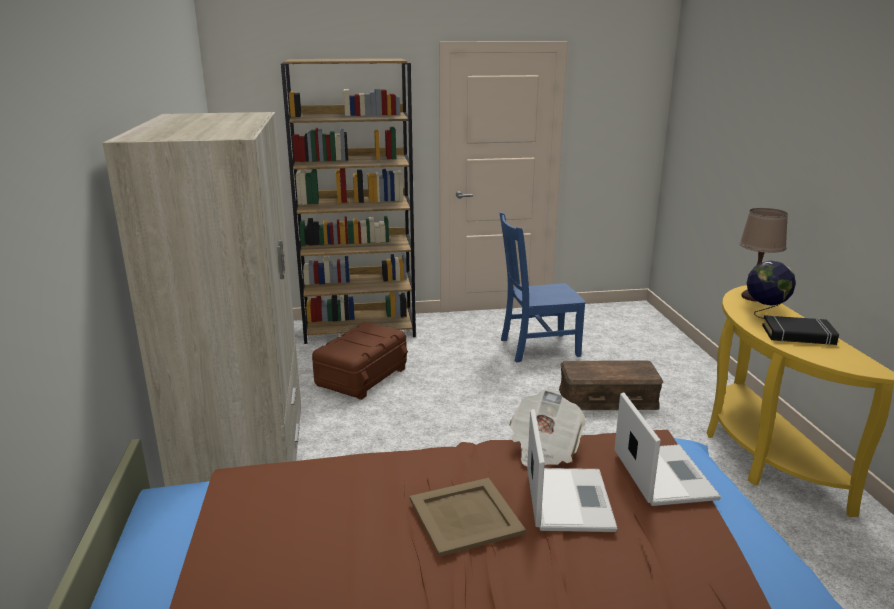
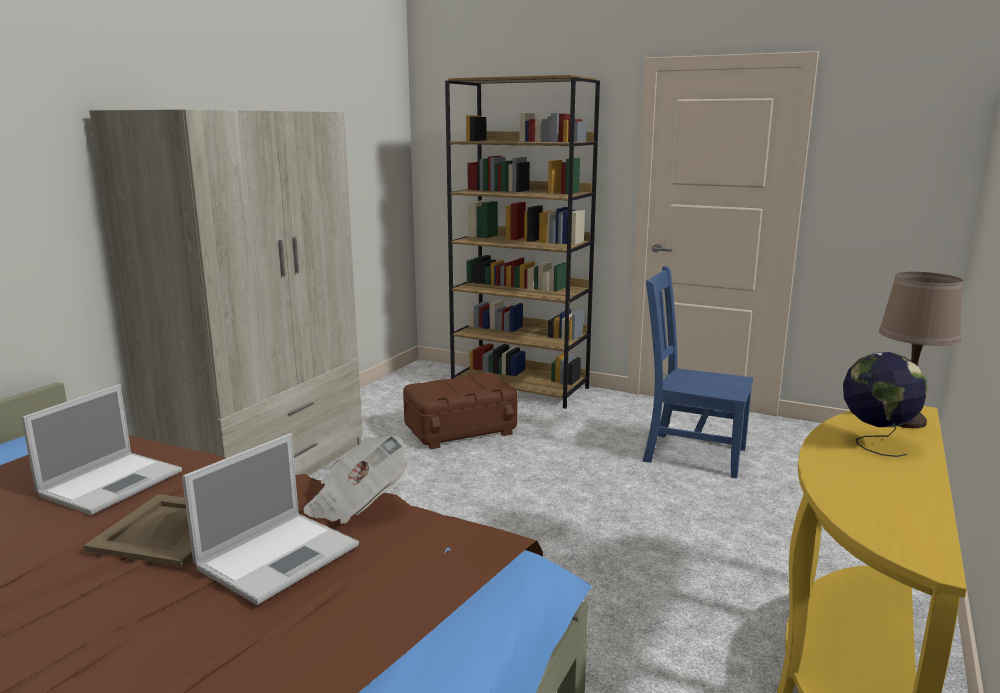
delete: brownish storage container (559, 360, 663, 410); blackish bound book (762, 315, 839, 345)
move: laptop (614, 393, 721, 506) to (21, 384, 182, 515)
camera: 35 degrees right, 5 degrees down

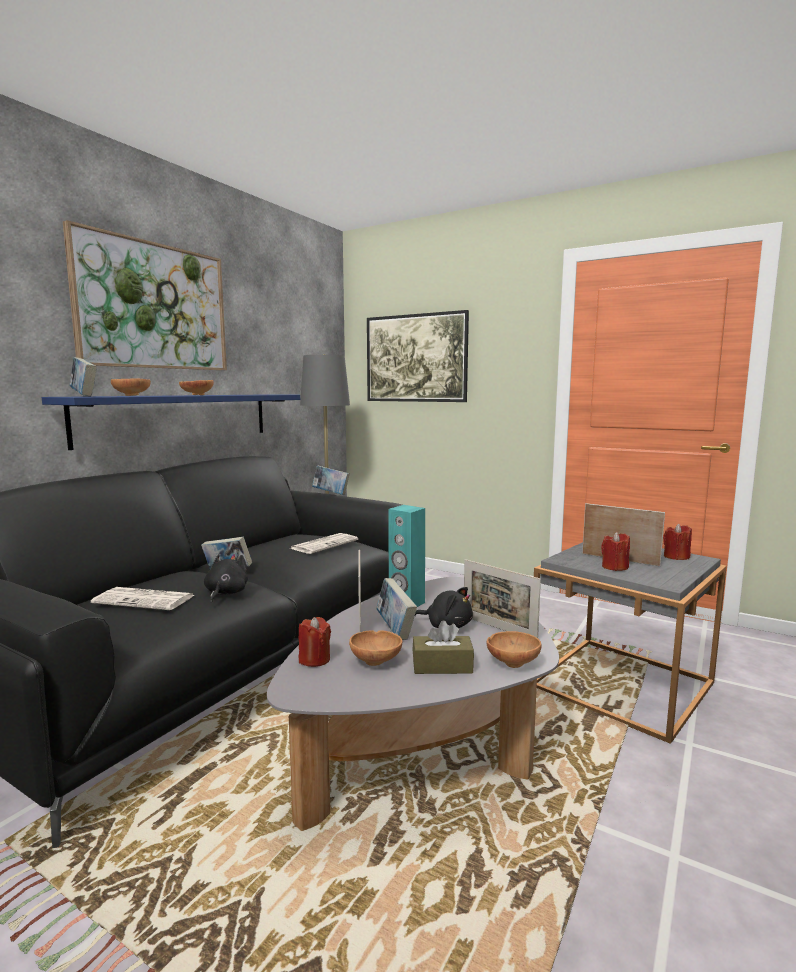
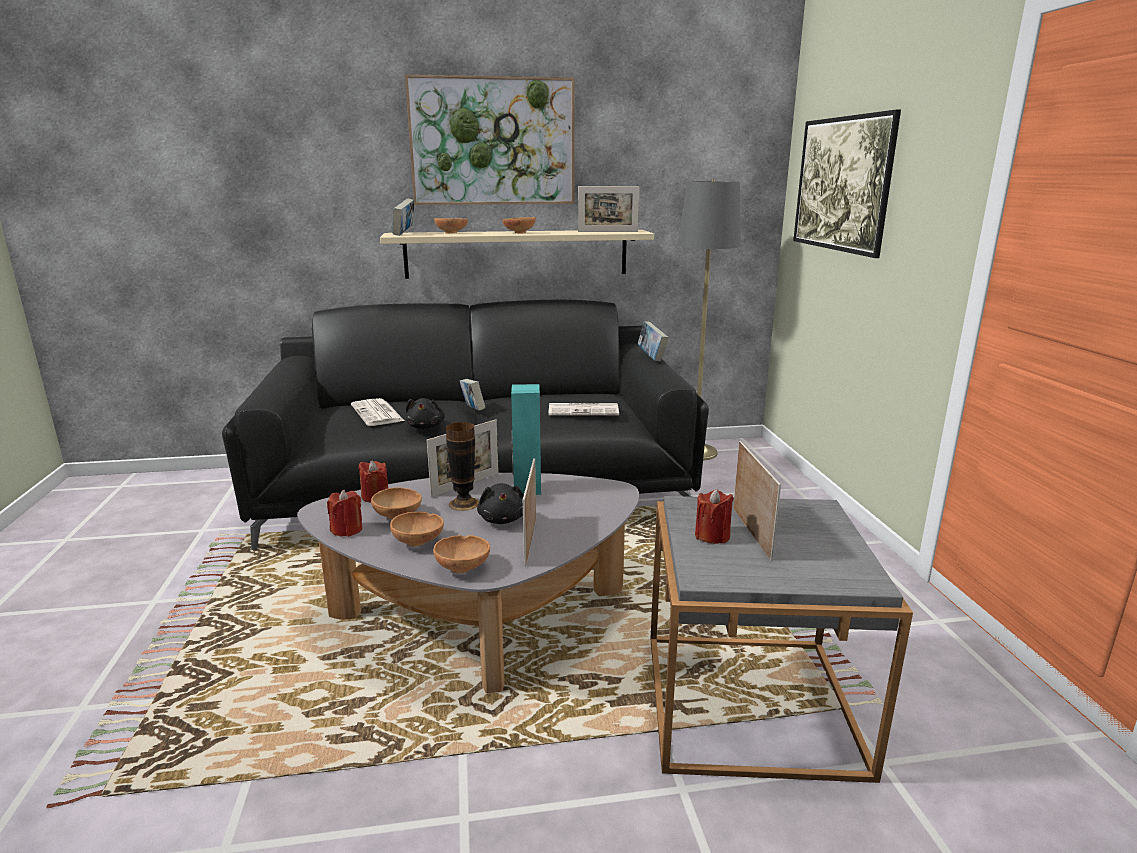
insert: standing frame (578, 186, 640, 232)
move: red wax light (663, 524, 692, 560) to (327, 489, 362, 537)
replace: brownish tissue holder (412, 620, 474, 674) to brownish deep dish (390, 512, 444, 547); bound book (376, 578, 417, 640) to decorative vase (446, 422, 480, 511)
recolor: bluish wall shelf (42, 394, 300, 450) to beige-coloured wall shelf (380, 230, 654, 279)
rotate: blackish plush toy (204, 554, 248, 603) = (406, 398, 445, 429) 120 degrees clockwise
camera: 50 degrees right, 10 degrees up

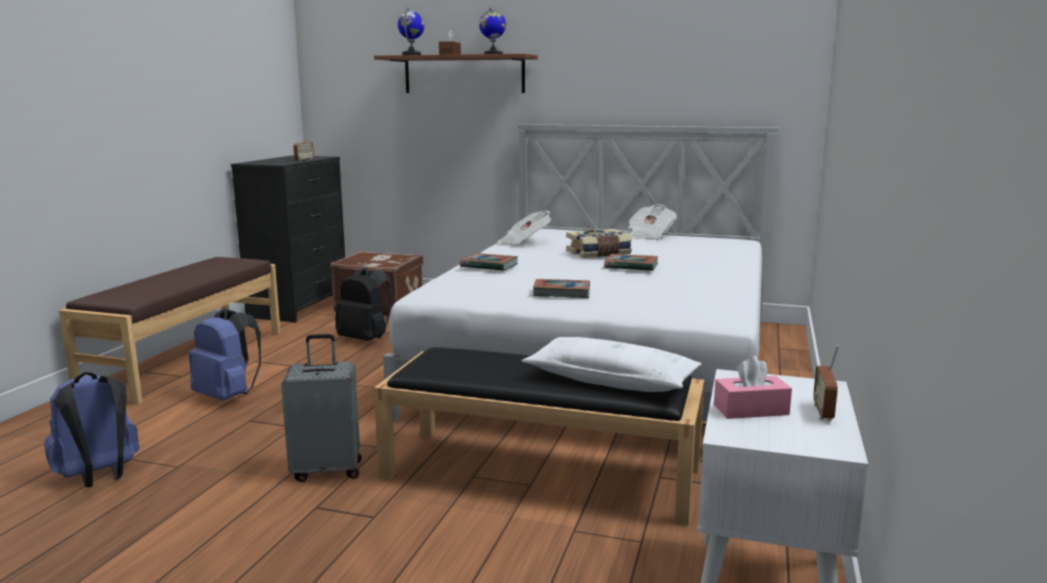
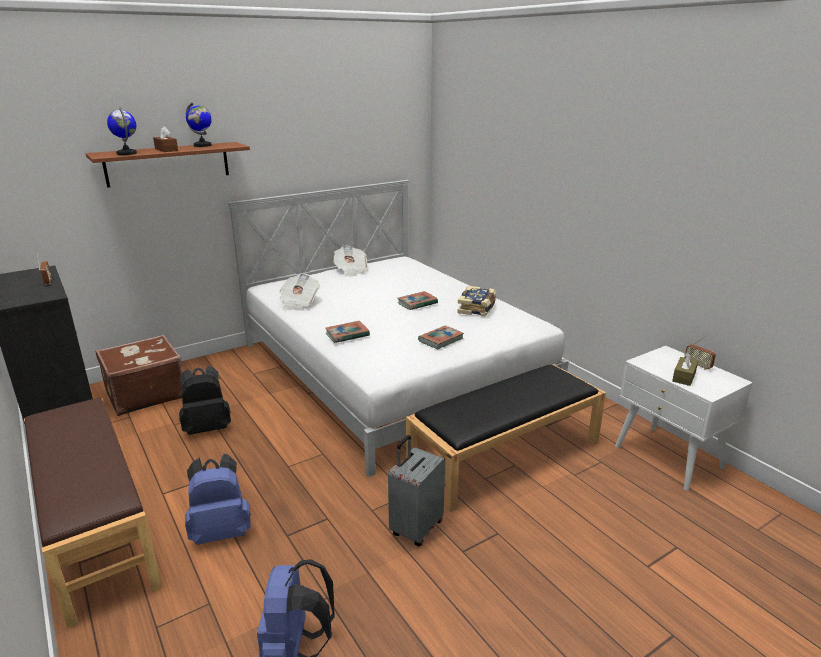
delete: white-coloured cushion (521, 337, 702, 392)
move: bound book (566, 229, 632, 258) to (457, 286, 496, 317)
recolor: pinkish tissue holder (714, 356, 792, 419) to brownish tissue holder (672, 352, 698, 386)
camera: 50 degrees left, 10 degrees up

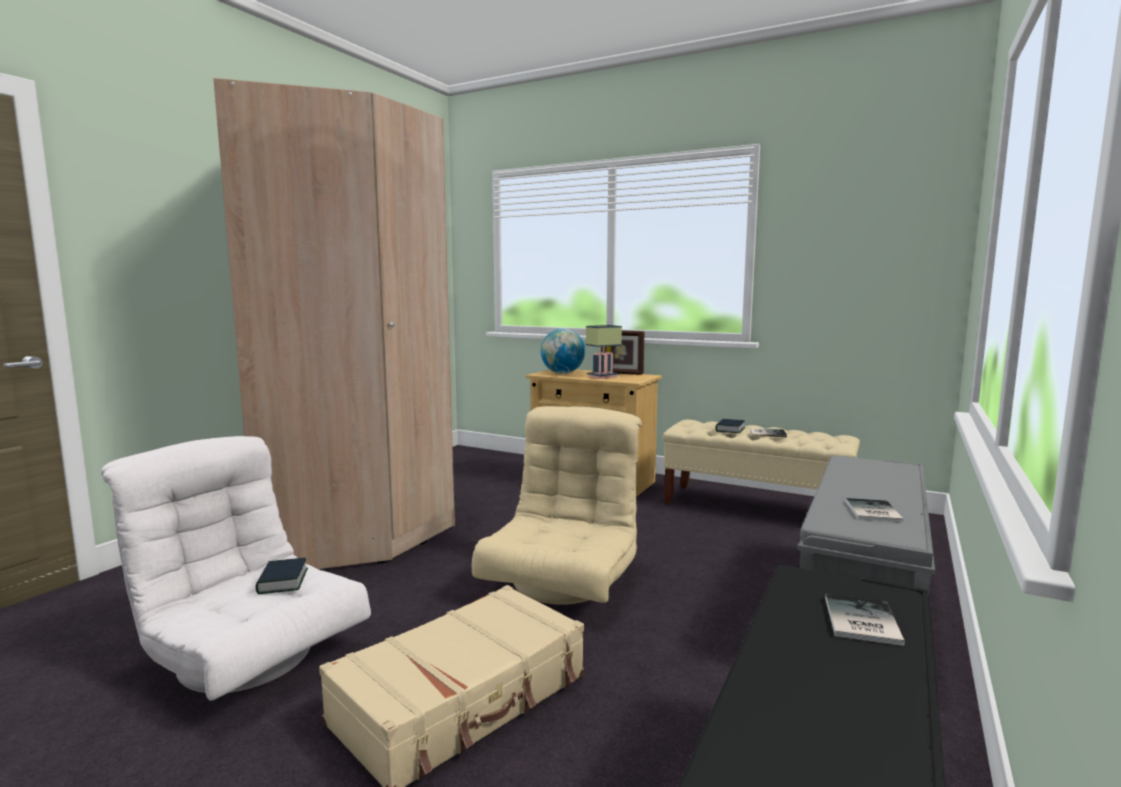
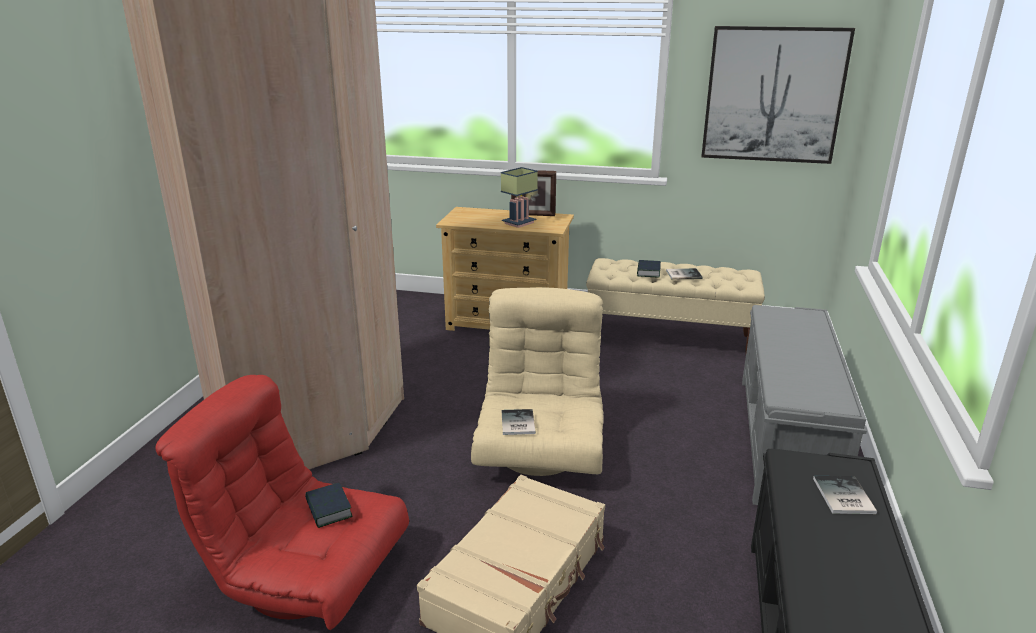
delete: world globe (541, 328, 585, 374)
insert: wall art (701, 26, 855, 164)
move: bound book (846, 498, 904, 522) to (502, 409, 536, 435)
recolor: white-coloured armchair (101, 436, 371, 701) to red armchair (155, 375, 409, 630)
camera: 15 degrees left, 15 degrees up

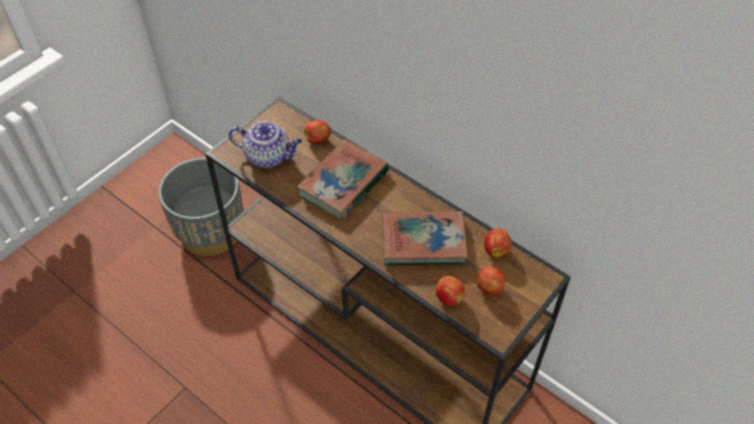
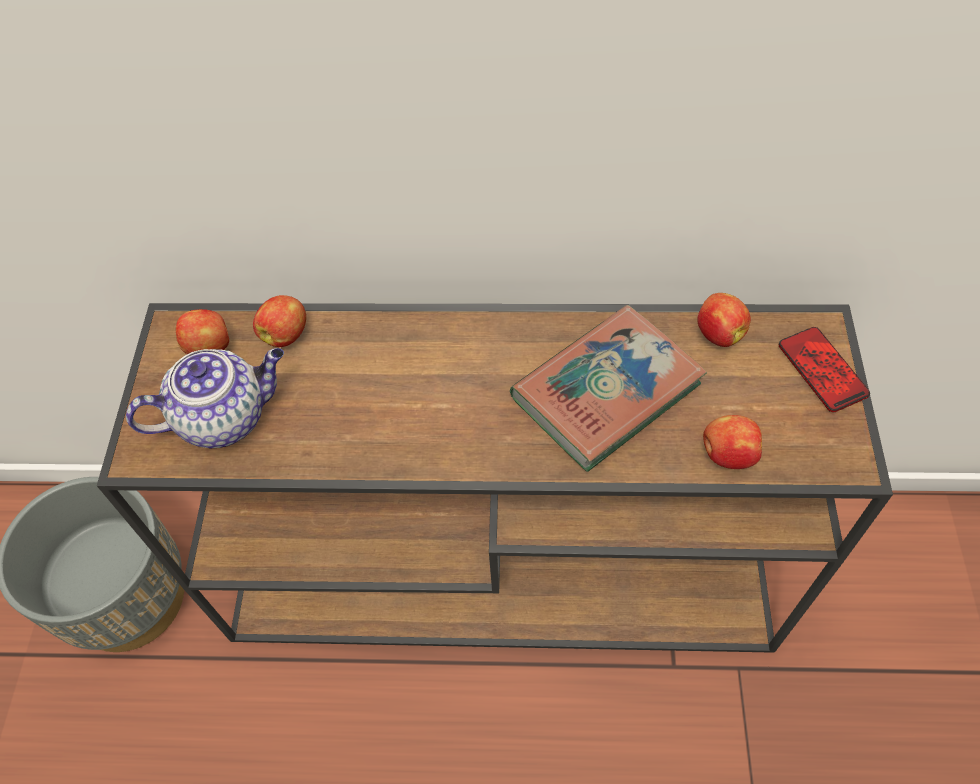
delete: bound book (297, 139, 389, 220)
insert: phone (779, 327, 870, 412)
move: apple fruit (477, 266, 506, 296) to (176, 309, 229, 354)
camera: 35 degrees left, 5 degrees up

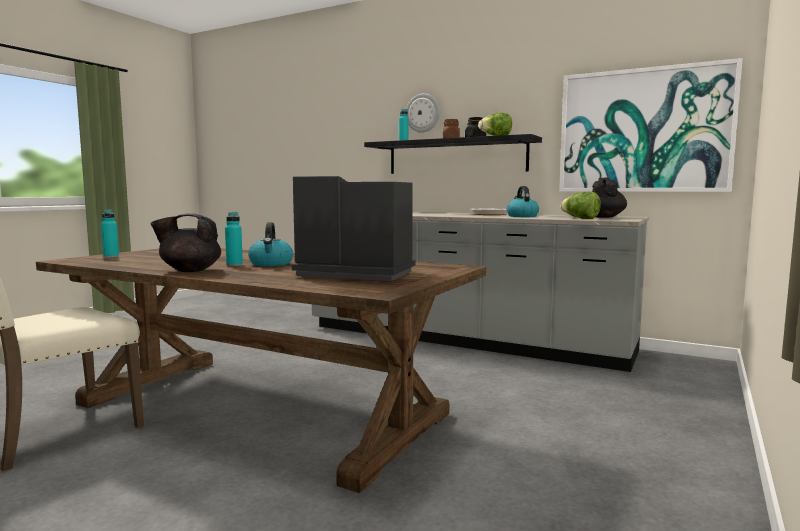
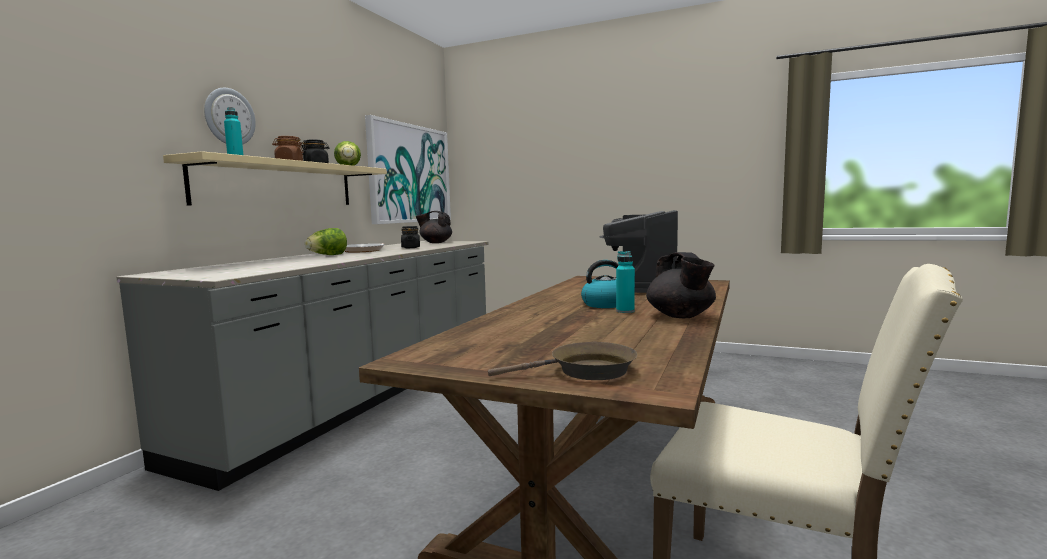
move: lettuce (561, 192, 601, 219) to (305, 228, 347, 255)
replace: water kettle (506, 186, 539, 217) to blackish jar (401, 226, 420, 248); blue-green drink bottle (101, 210, 119, 258) to brownish skillet (488, 342, 638, 380)
recolor: blackish wall shelf (364, 134, 542, 174) to beige-coloured wall shelf (163, 151, 387, 206)
camera: 95 degrees left, 0 degrees up

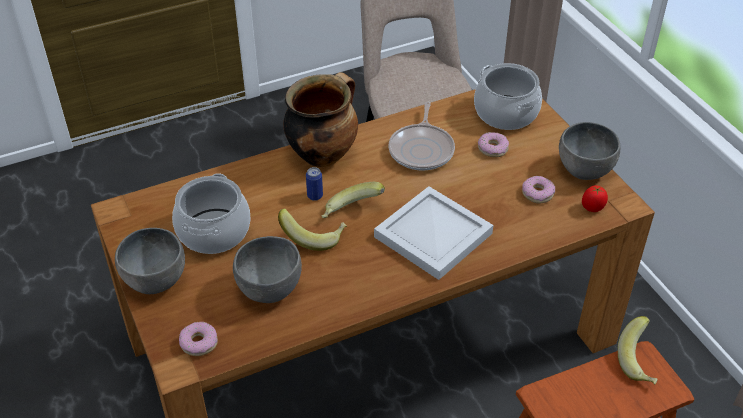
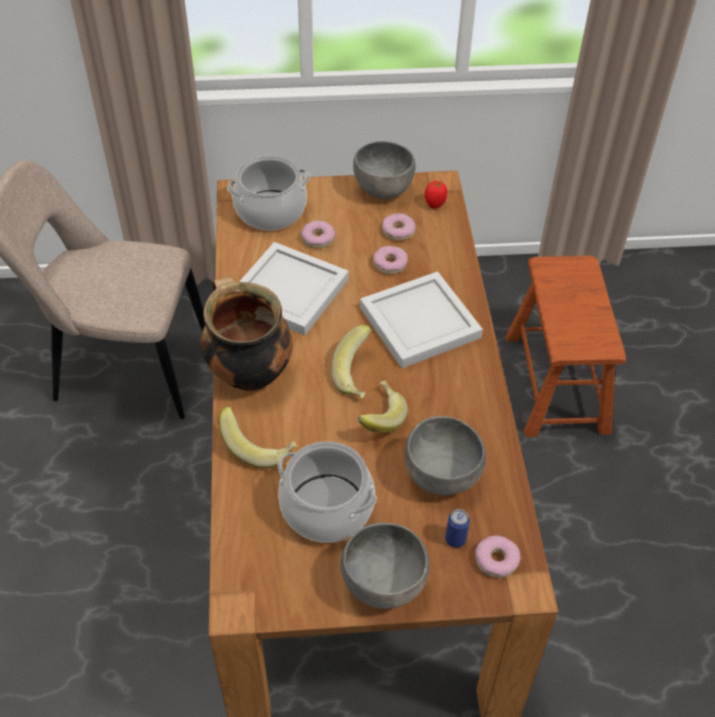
insert: ring doughnut (373, 246, 408, 274)
move: banana fruit (618, 316, 657, 384) to (218, 407, 297, 468); metal can (306, 167, 323, 201) to (445, 509, 470, 548)
replace: skillet (389, 102, 455, 170) to white-coloured carrying tray (239, 242, 349, 336)
camera: 70 degrees left, 5 degrees up

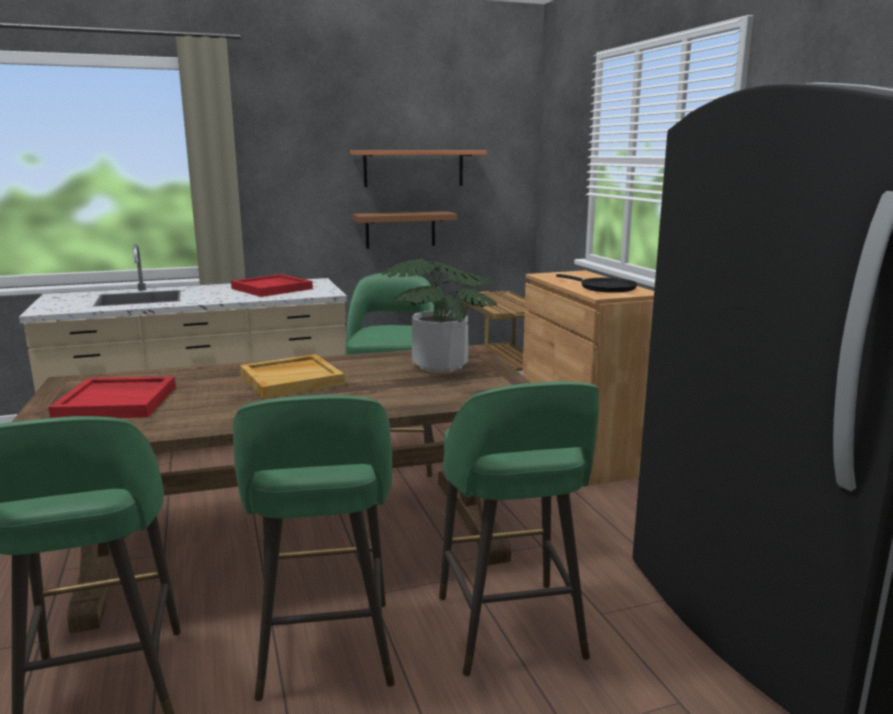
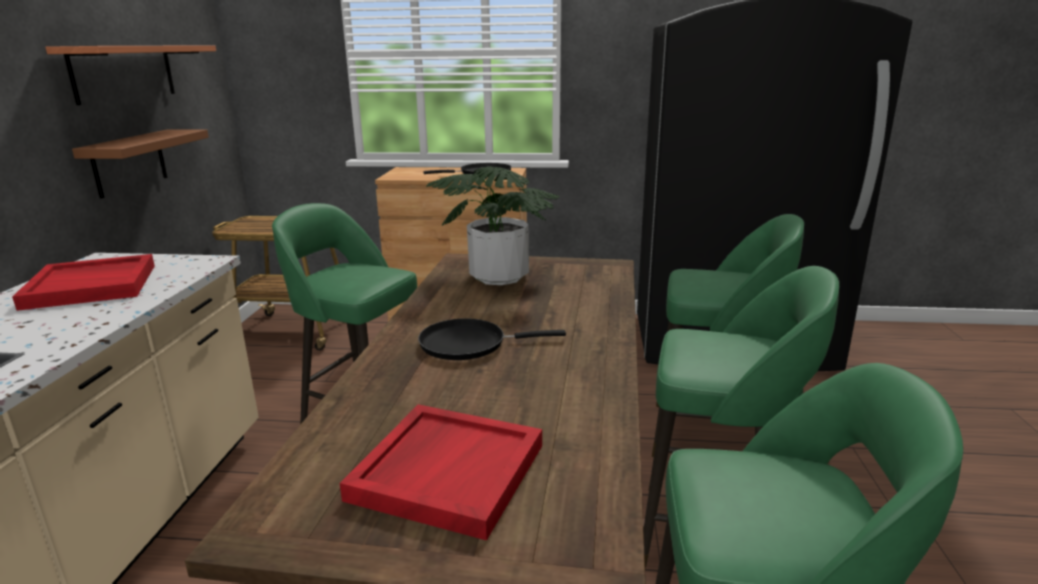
replace: beige-coloured carrying tray (240, 354, 345, 399) to blackish skillet (418, 318, 566, 360)
camera: 65 degrees left, 5 degrees up

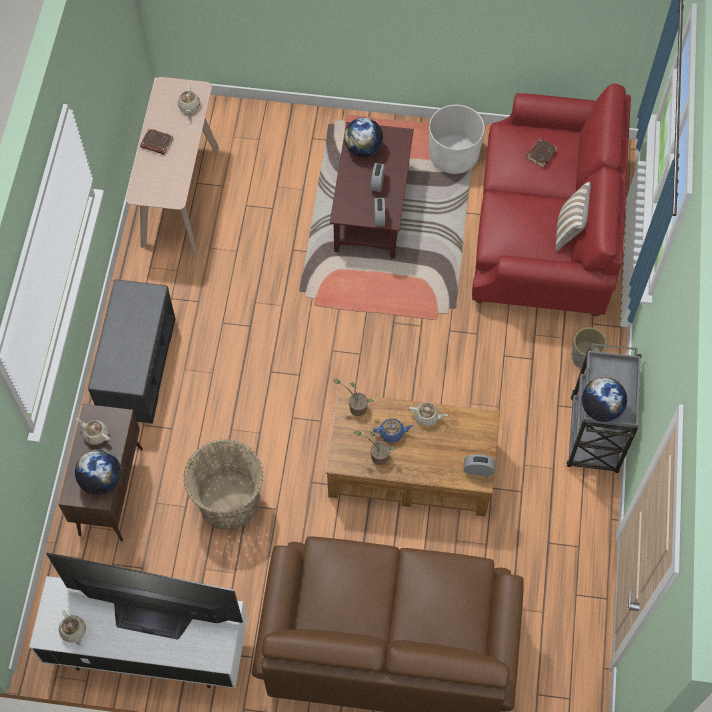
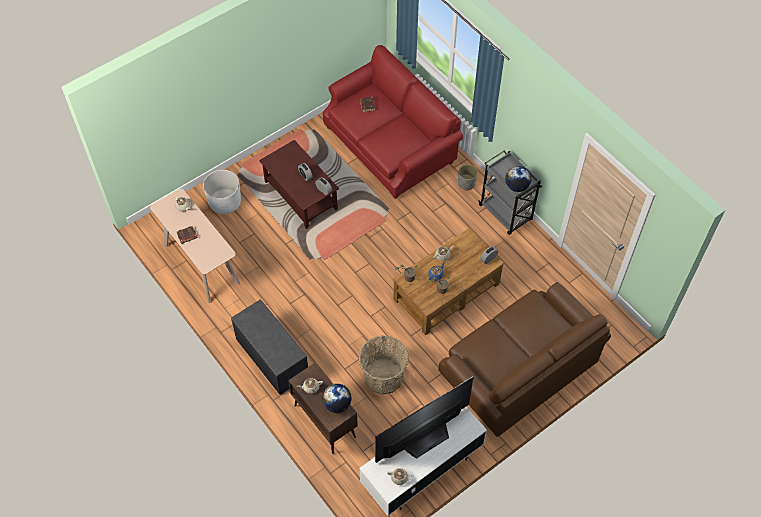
delete: world globe (344, 118, 383, 157); cushion (555, 182, 591, 252)
move: white-coloured plant pot (429, 104, 485, 174) to (203, 170, 241, 214)
camera: 45 degrees left, 5 degrees down

